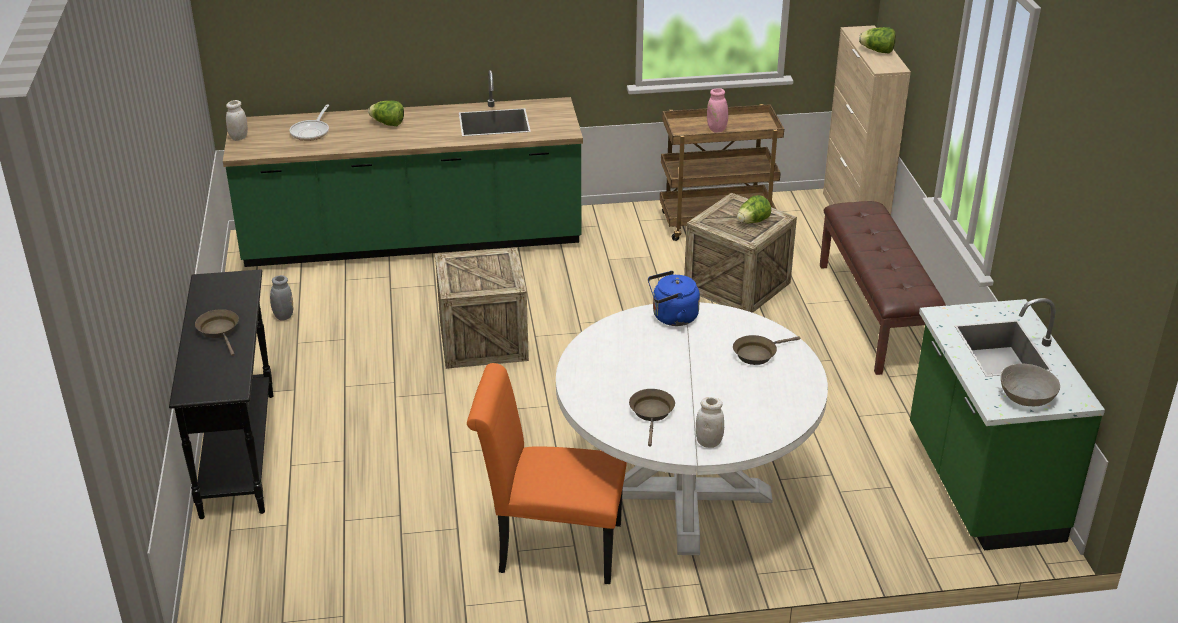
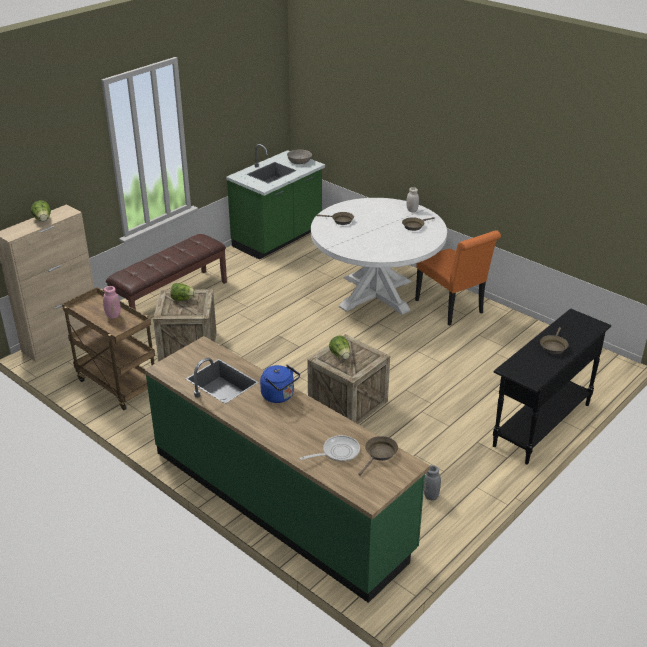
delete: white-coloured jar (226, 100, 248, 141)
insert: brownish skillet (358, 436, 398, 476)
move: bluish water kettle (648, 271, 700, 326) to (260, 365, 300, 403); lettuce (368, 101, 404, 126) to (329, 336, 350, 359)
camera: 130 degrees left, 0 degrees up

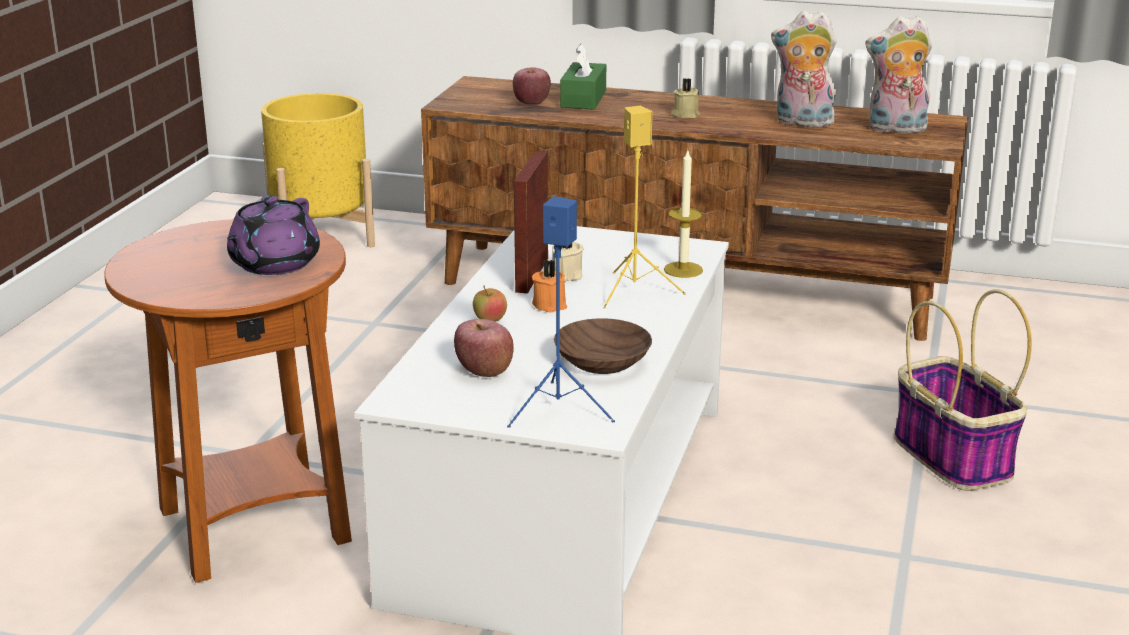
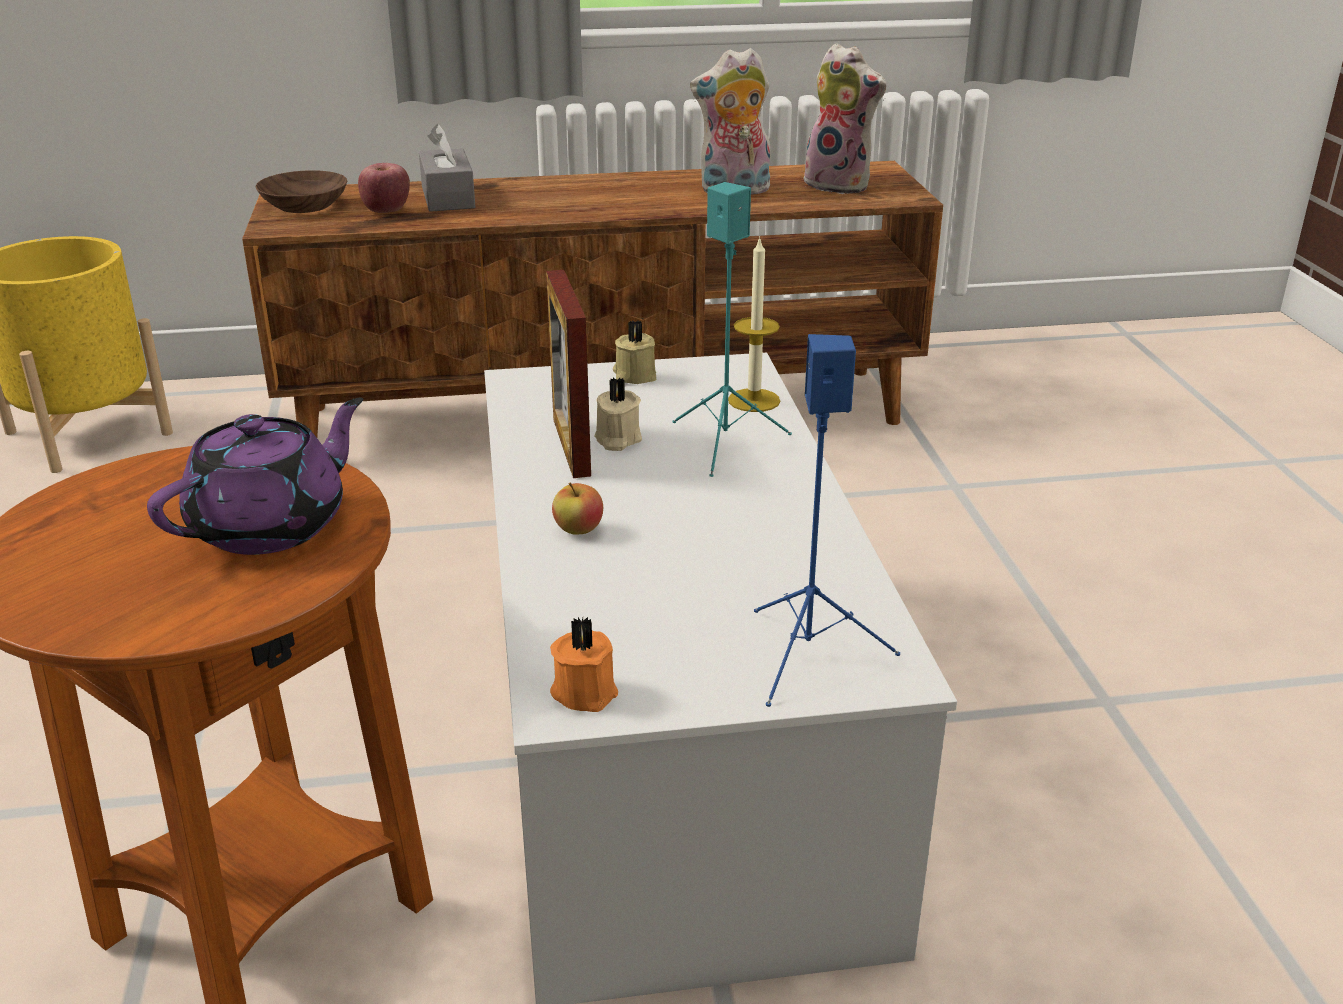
delete: apple fruit (454, 319, 514, 377); storage basket (894, 289, 1032, 491)
move: brownish deep dish (554, 318, 652, 374) to (256, 170, 347, 213); orange-coloured wax light (532, 260, 567, 313) to (550, 617, 618, 712); beige-coloured wax light (672, 78, 700, 118) to (613, 320, 657, 384)
recolor: green-coloured tissue holder (560, 44, 606, 109) to gray tissue holder (419, 124, 475, 212); yellow loudspeaker (603, 106, 686, 309) to blue-green loudspeaker (672, 182, 792, 477)
rotate: purplish tea pot (227, 195, 320, 275) = (147, 398, 363, 555) 135 degrees counterclockwise; plush toy (865, 16, 932, 133) = (804, 43, 886, 194) 120 degrees counterclockwise
camera: 25 degrees left, 5 degrees up

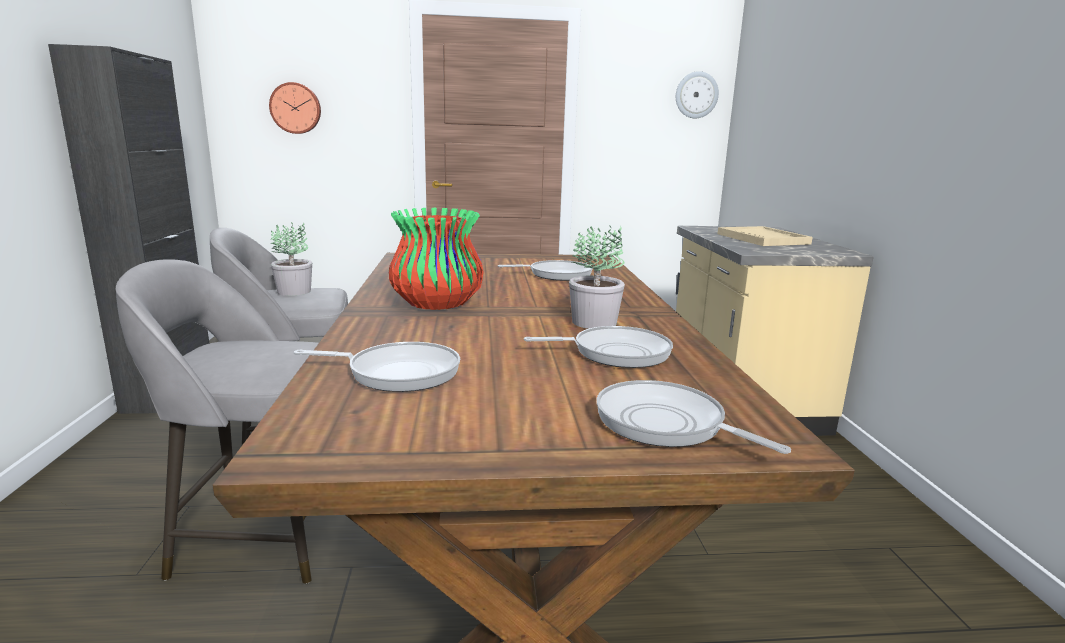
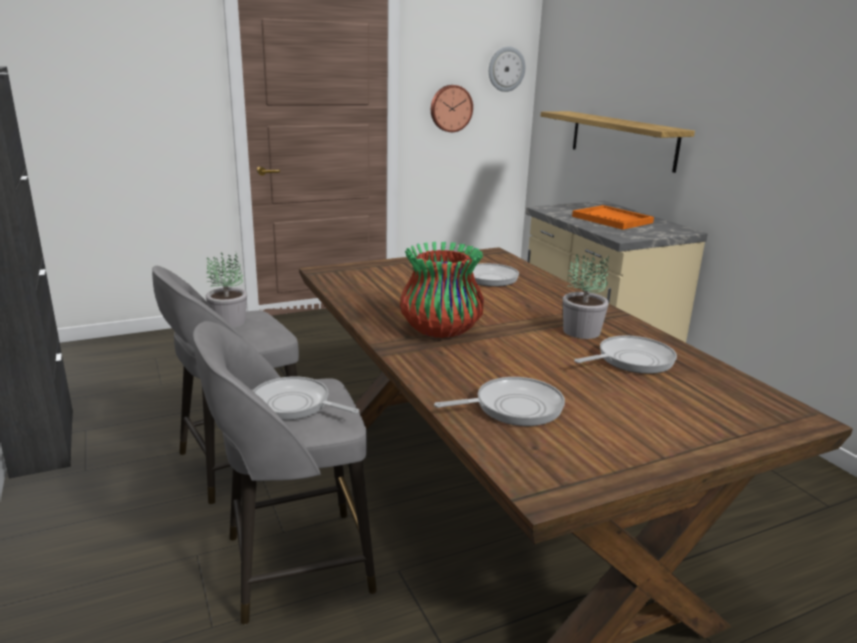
insert: wall shelf (541, 111, 695, 173)
move: skillet (596, 380, 791, 454) to (253, 376, 359, 420); wall clock (269, 82, 321, 134) to (431, 85, 473, 132)
recolor: beige-coloured carrying tray (718, 226, 813, 246) to orange-coloured carrying tray (572, 205, 654, 230)
camera: 20 degrees left, 5 degrees up

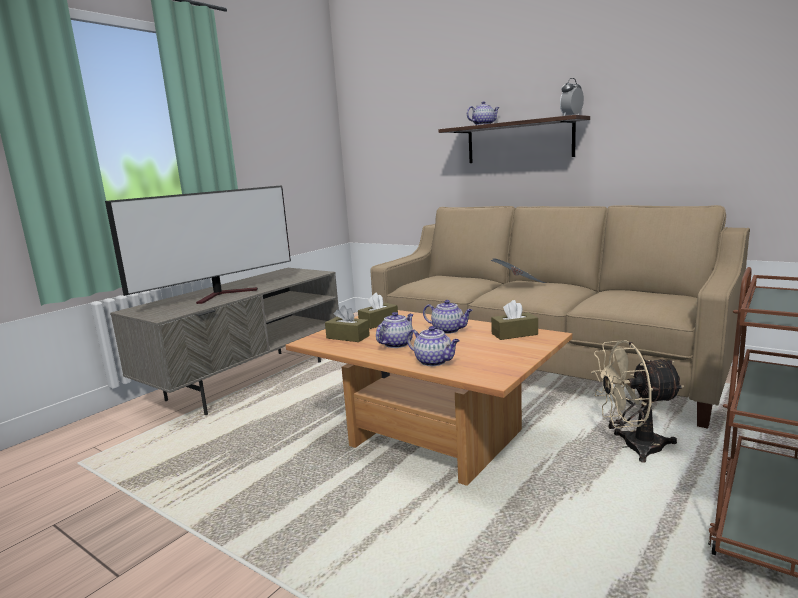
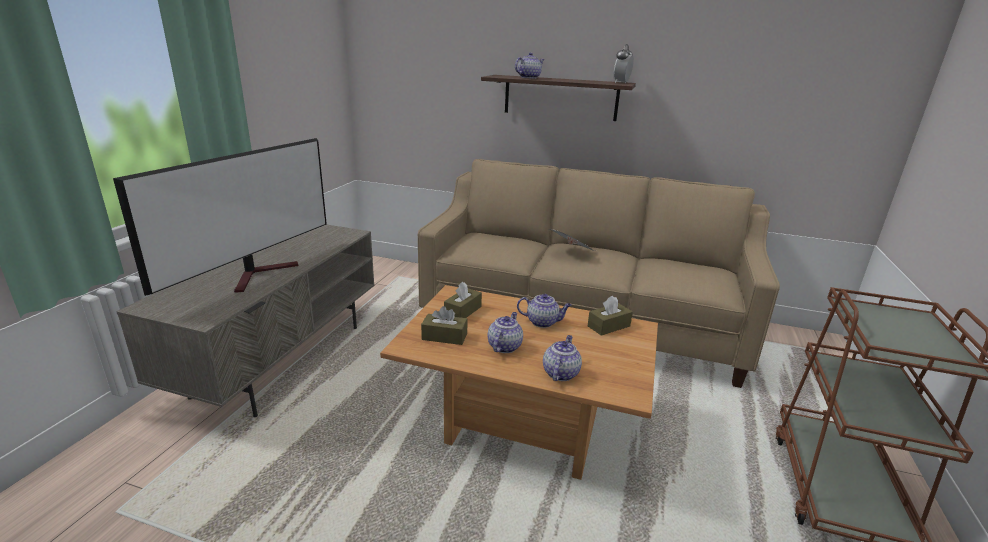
delete: beige-coloured cooling fan (591, 340, 685, 463)
rotate: tea pot (407, 326, 460, 366) = (543, 335, 582, 381) 90 degrees counterclockwise
camera: 20 degrees left, 10 degrees up

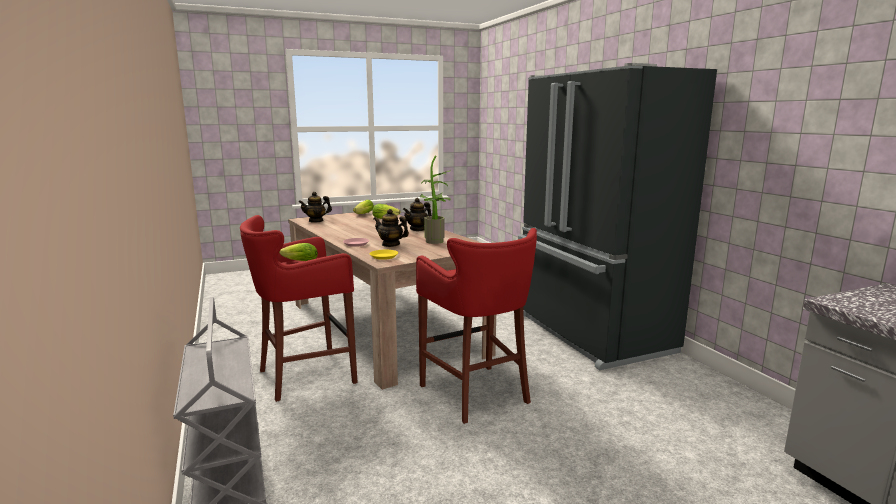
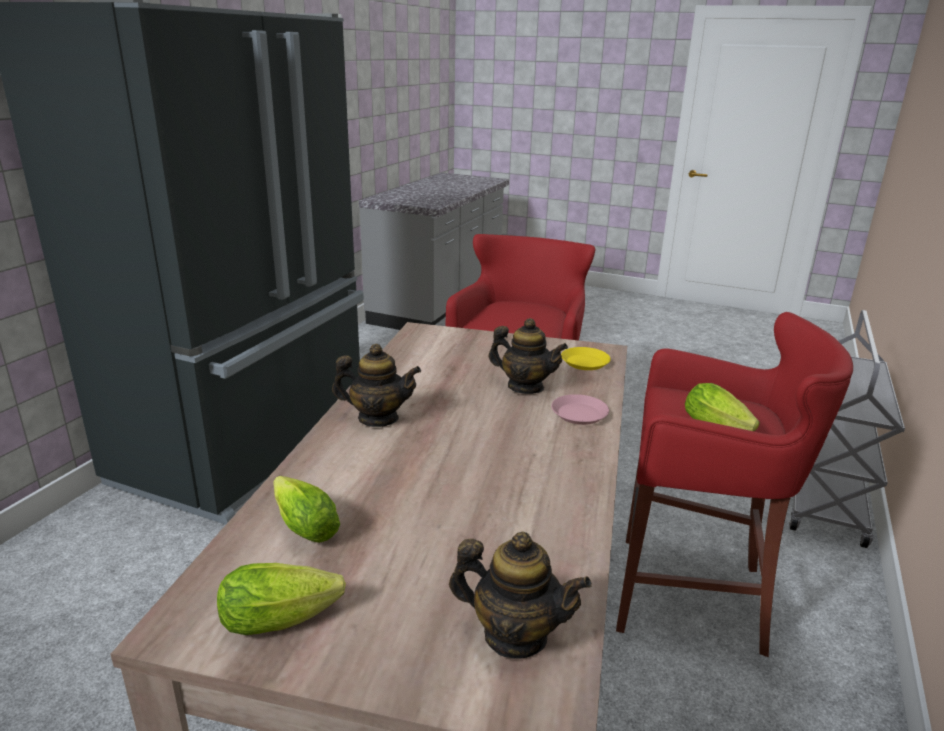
delete: houseplant (420, 155, 451, 244)
rotate: tea pot (373, 209, 409, 247) = (488, 318, 568, 394) 45 degrees counterclockwise
camera: 135 degrees left, 10 degrees up

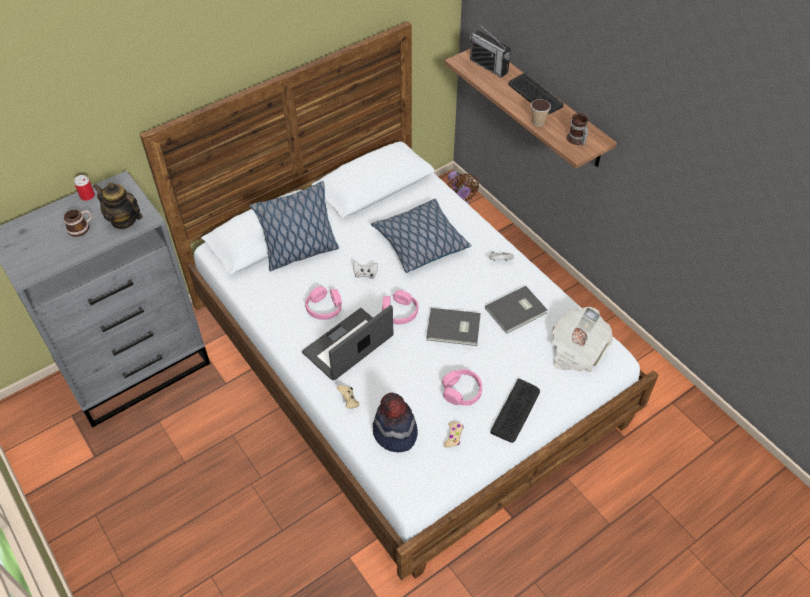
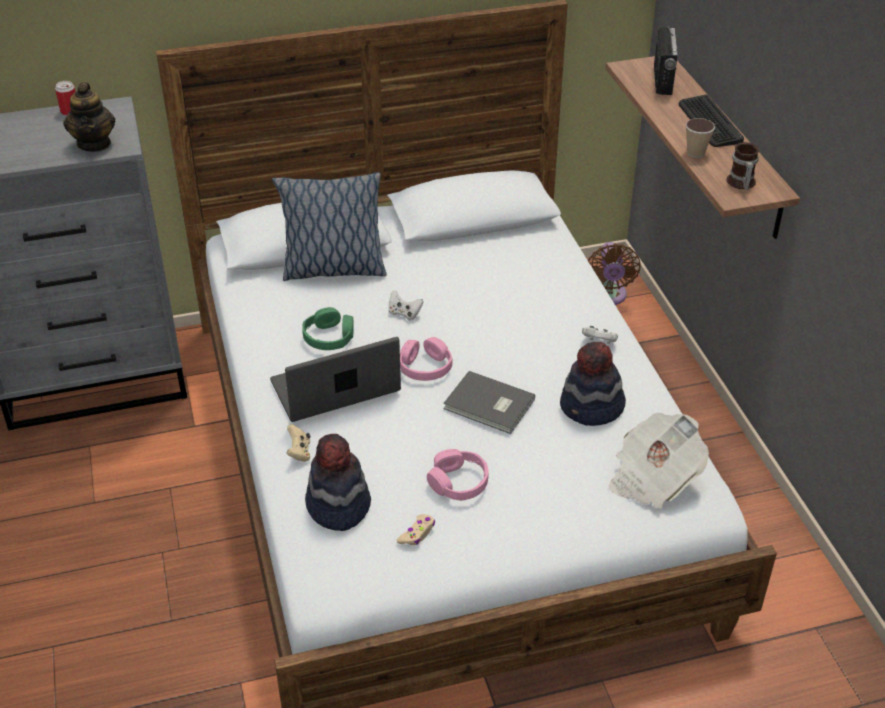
delete: coffee mug (64, 210, 92, 237); cushion (371, 199, 472, 273); keyboard (490, 379, 540, 443)
replace: gray bound book (485, 286, 547, 334) to hat (560, 342, 626, 426)
recolor: pinkish headset (305, 286, 342, 320) to green-coloured headset (302, 307, 354, 350)
rotate: tea pot (93, 182, 143, 229) = (63, 82, 115, 152) 150 degrees counterclockwise; radio (469, 23, 511, 78) = (654, 26, 678, 95) 150 degrees counterclockwise
camera: 20 degrees right, 10 degrees down

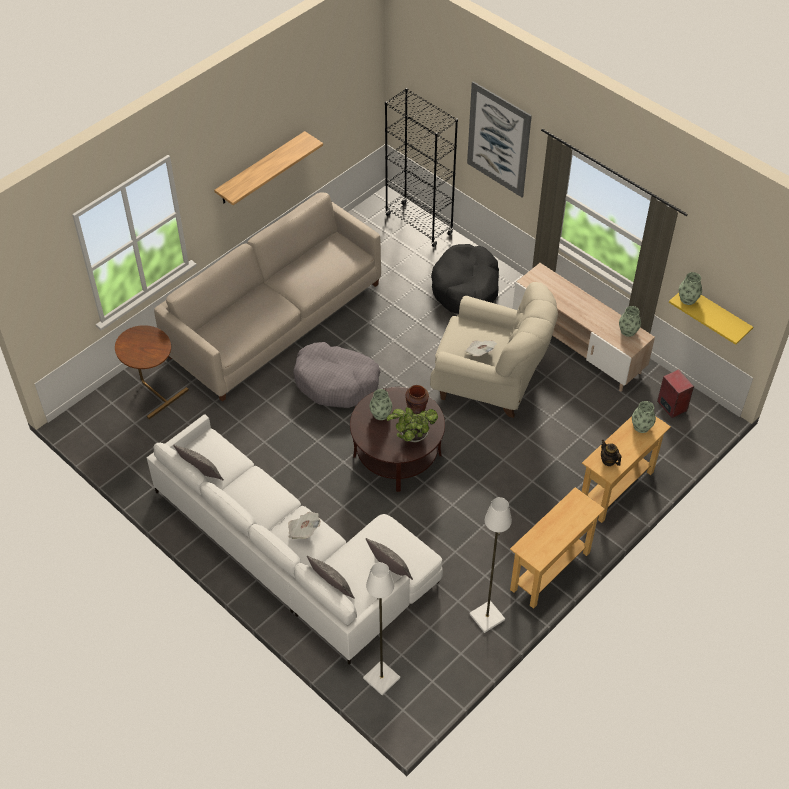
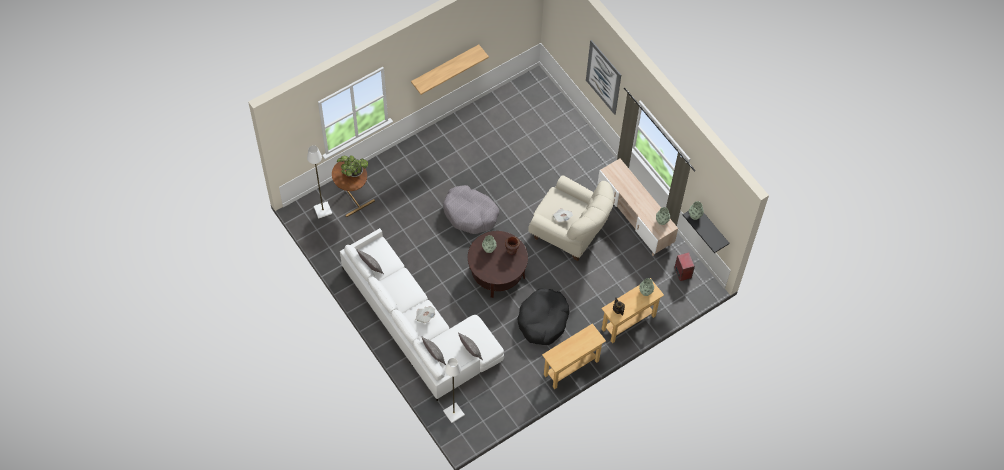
delete: beige-coloured couch (154, 192, 381, 402); blackish bookcase (385, 88, 458, 247)
move: white-coloured floor lamp (470, 497, 512, 633) to (307, 145, 332, 219); houseplant (387, 407, 438, 442) to (337, 155, 368, 177); blackish dog cushion (431, 244, 499, 314) to (517, 288, 570, 345)
recolor: yellow wall shelf (669, 293, 753, 345) to blackish wall shelf (683, 211, 730, 253)
camera: 10 degrees right, 10 degrees up

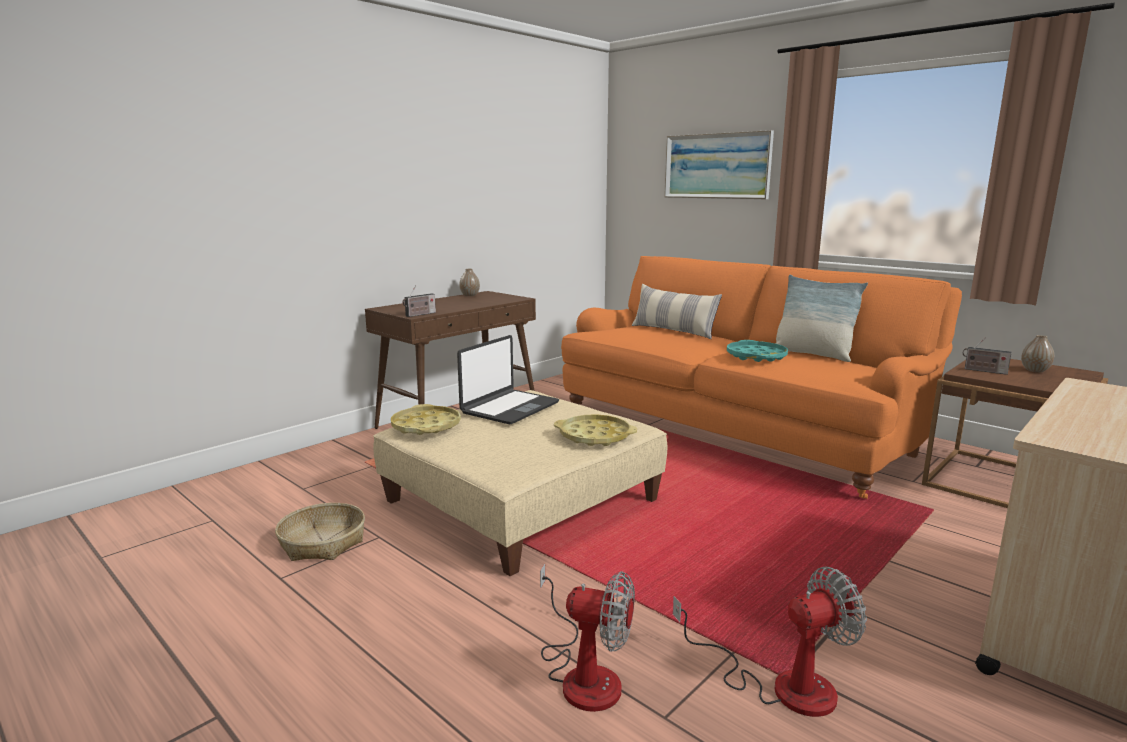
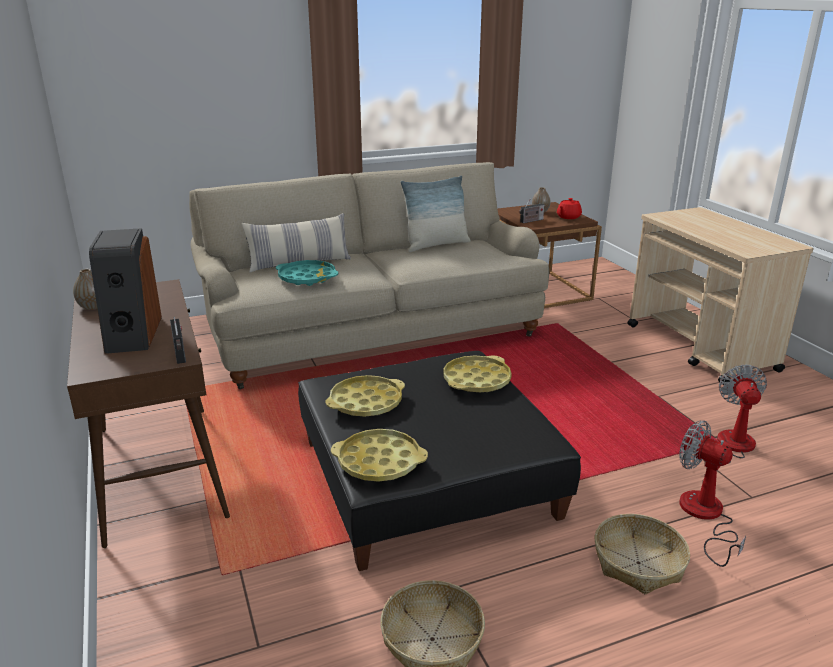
delete: wall art (664, 130, 774, 199)
insert: loudspeaker (89, 228, 162, 354); red tea pot (557, 198, 582, 219); storage basket (595, 514, 690, 594)
move: blue-green carrying tray (727, 340, 788, 362) to (276, 260, 338, 286)
replace: laptop (457, 335, 559, 424) to yellow carrying tray (325, 375, 405, 417)
recolor: orange-coloured couch (561, 256, 962, 499) to beige-coloured couch (189, 162, 549, 389); beige-coloured ottoman (373, 390, 668, 576) to blackish ottoman (298, 351, 581, 571)
rotate: cooling fan (540, 564, 635, 712) = (679, 420, 746, 567) 90 degrees counterclockwise
camera: 65 degrees left, 10 degrees up

